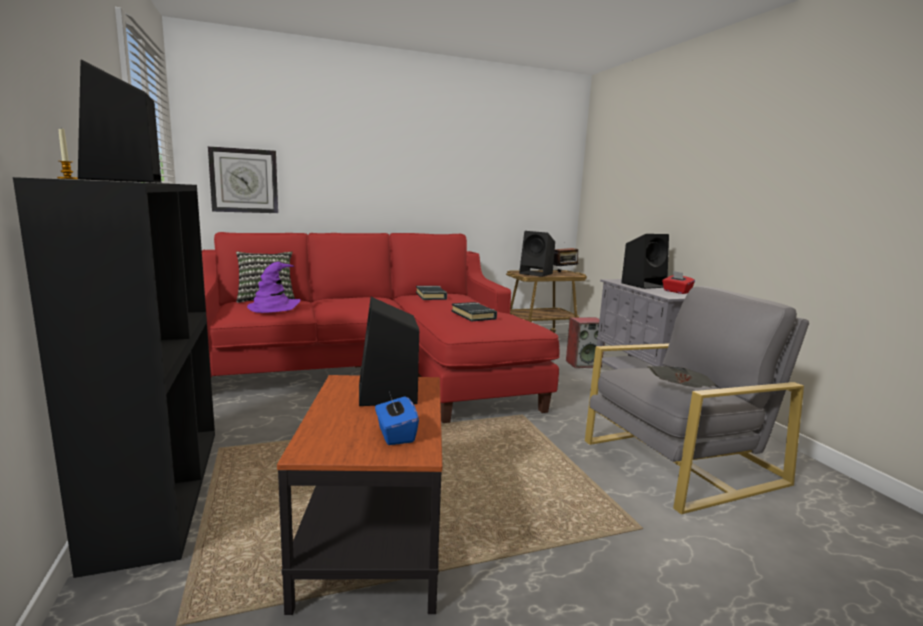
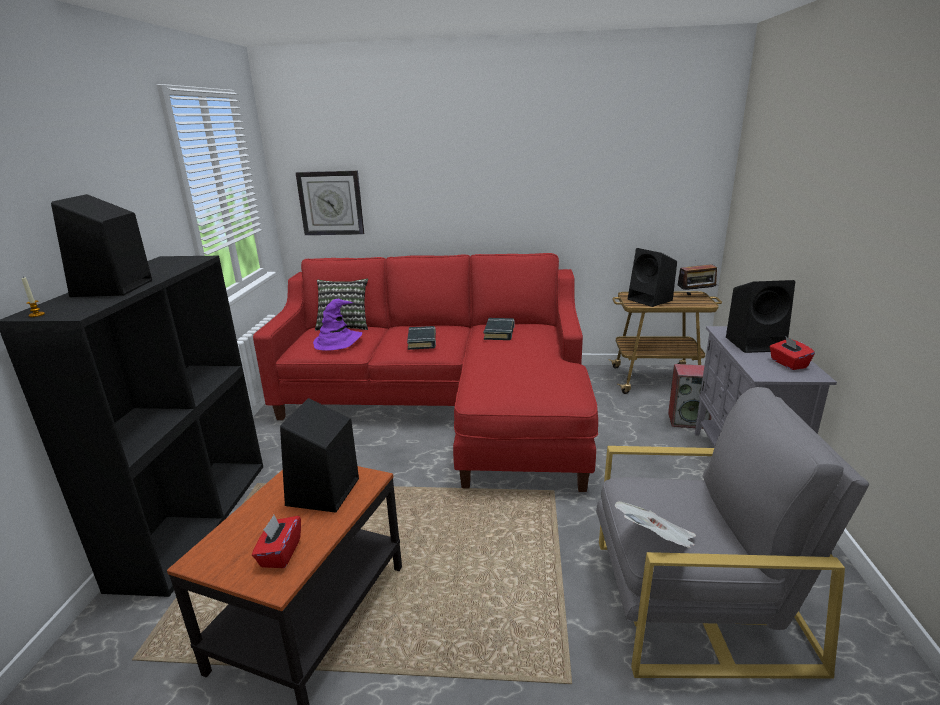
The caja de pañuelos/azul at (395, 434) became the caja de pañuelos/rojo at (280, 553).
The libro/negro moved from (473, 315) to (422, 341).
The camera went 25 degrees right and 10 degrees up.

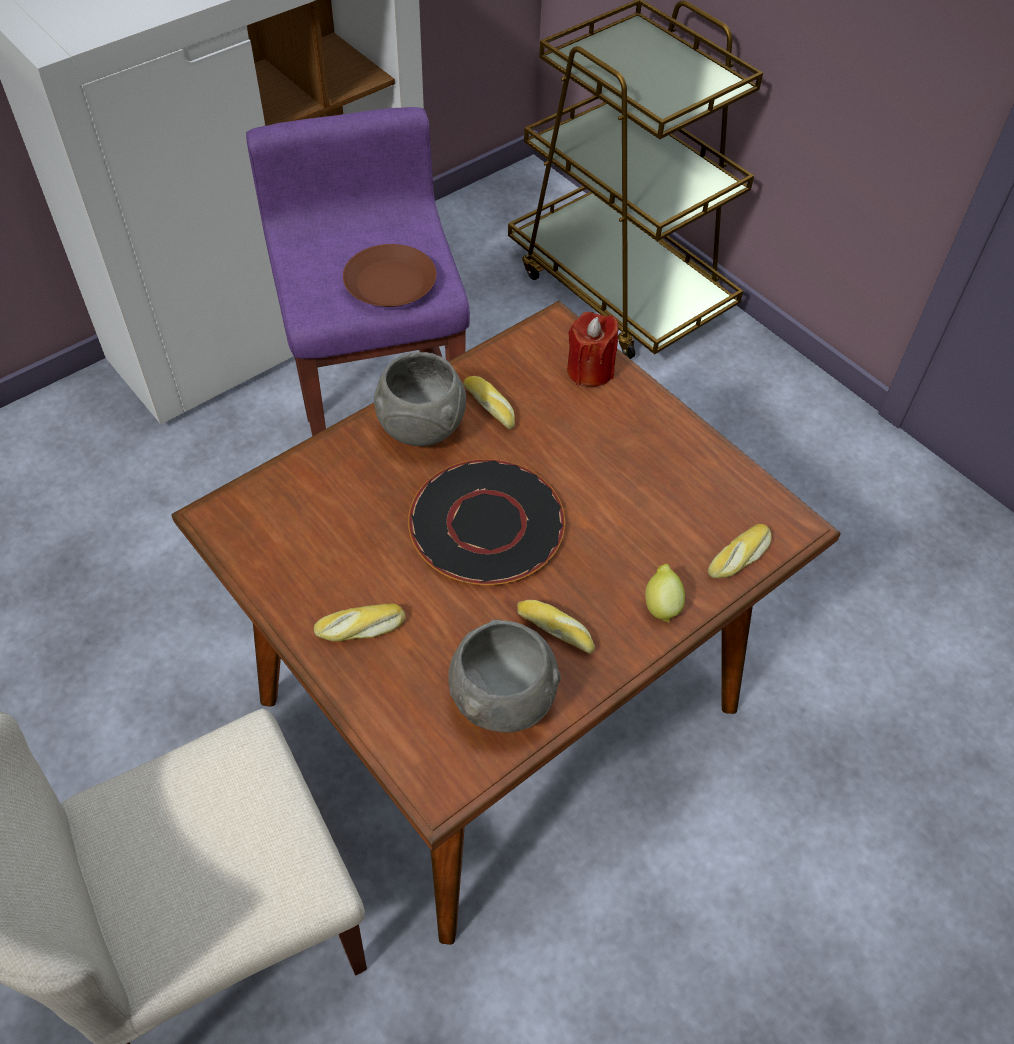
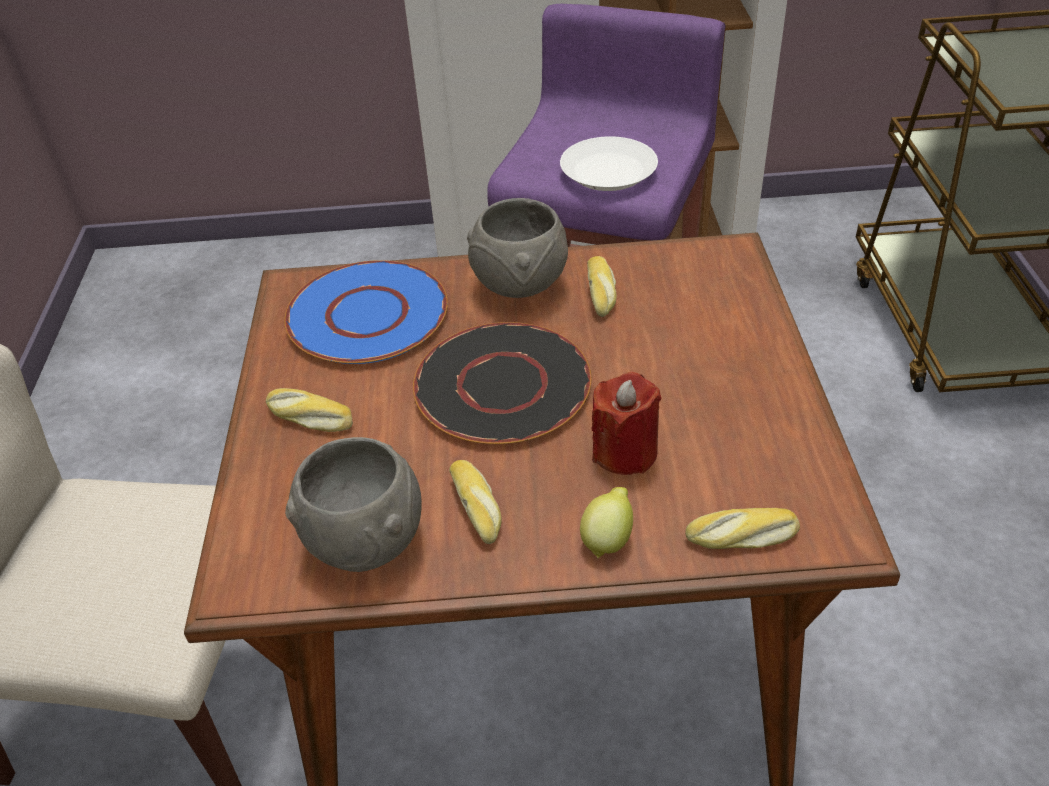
The plato/azul at (368, 314) appeared.
The plato/marrón at (391, 283) became the plato/blanco at (609, 172).
The vela/rojo moved from (590, 370) to (625, 452).
The camera went 40 degrees right and 10 degrees down.

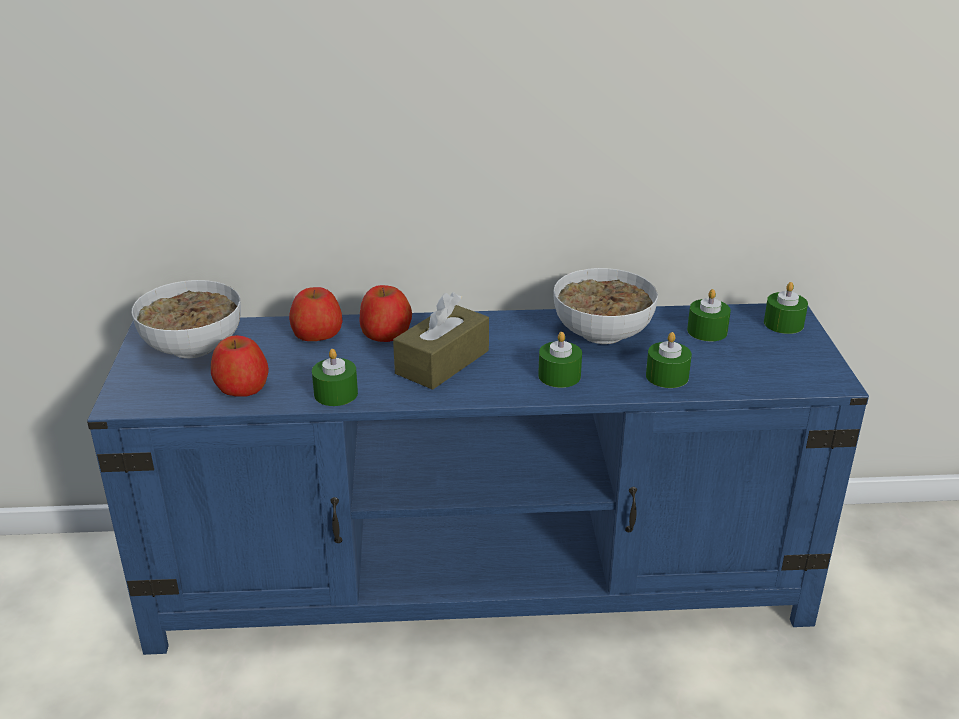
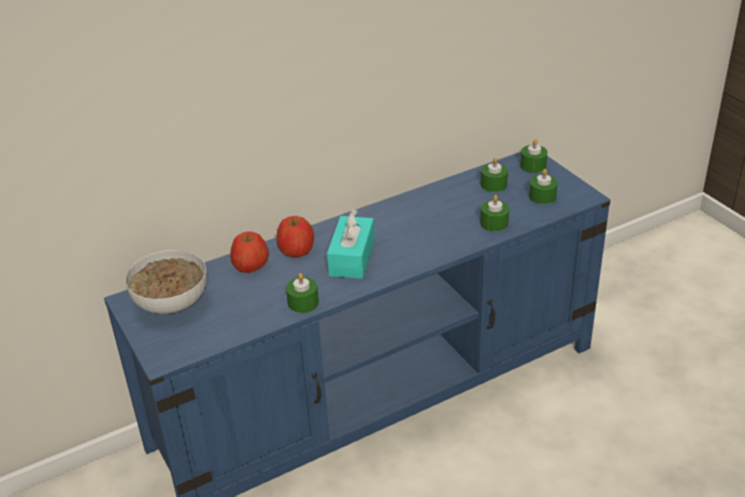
The caja de pañuelos/marrón at (442, 362) became the caja de pañuelos/turquesa at (352, 258).
The vela/verde moved from (559, 376) to (542, 197).
The manzana at (241, 387) disappeared.
The cuenco at (601, 332) disappeared.
The camera went 25 degrees left and 5 degrees up.

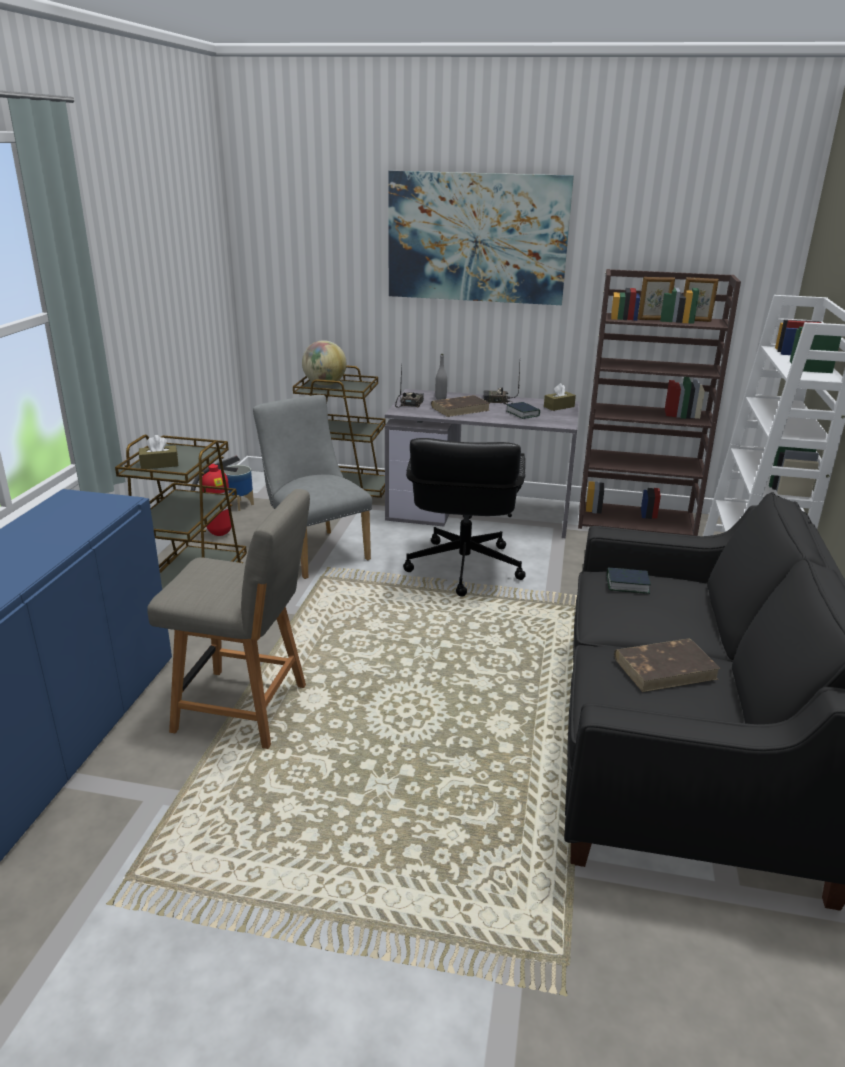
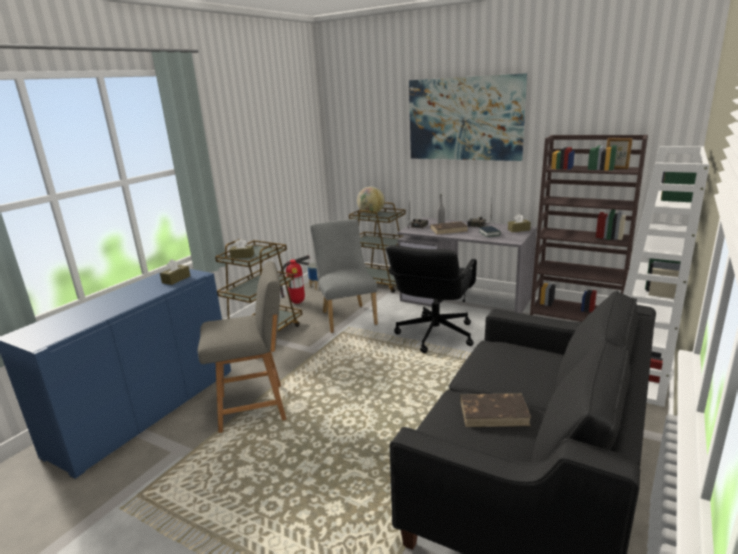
The caja de pañuelos/marrón at (176, 279) appeared.
The silla/gris at (246, 708) turned 45 degrees counterclockwise.
The libro at (627, 584) disappeared.
The portarretratos at (653, 319) disappeared.
The camera went 20 degrees right and 5 degrees down.

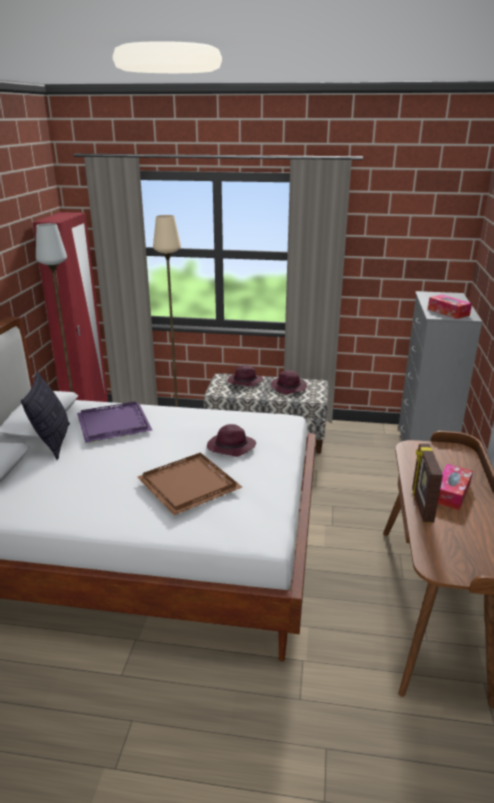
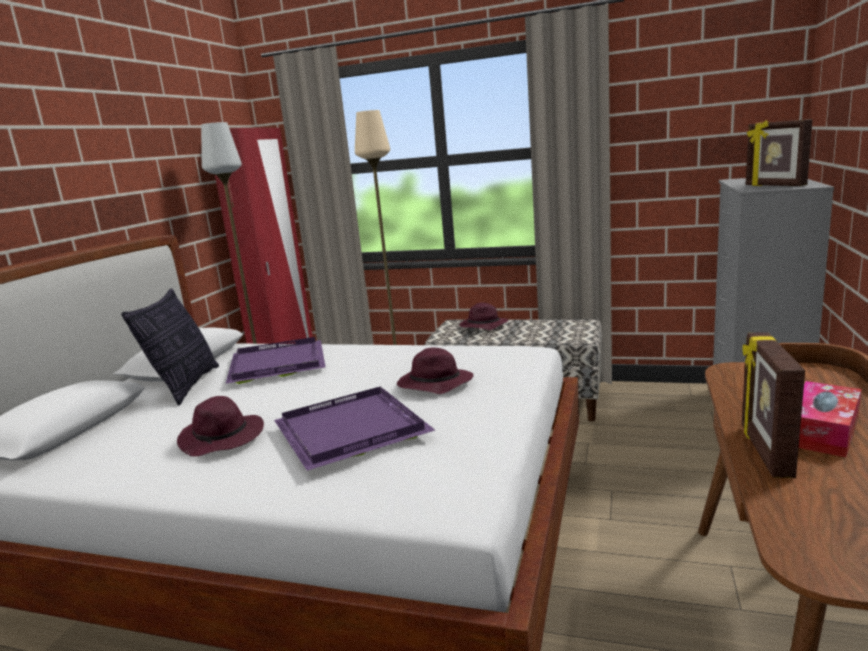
The sombrero/morado moved from (289, 387) to (223, 438).
The bandeja/marrón at (191, 485) became the bandeja/morado at (355, 430).
The caja de pañuelos at (448, 312) was replaced by the portarretratos at (774, 186).
The camera went 10 degrees right and 10 degrees down.

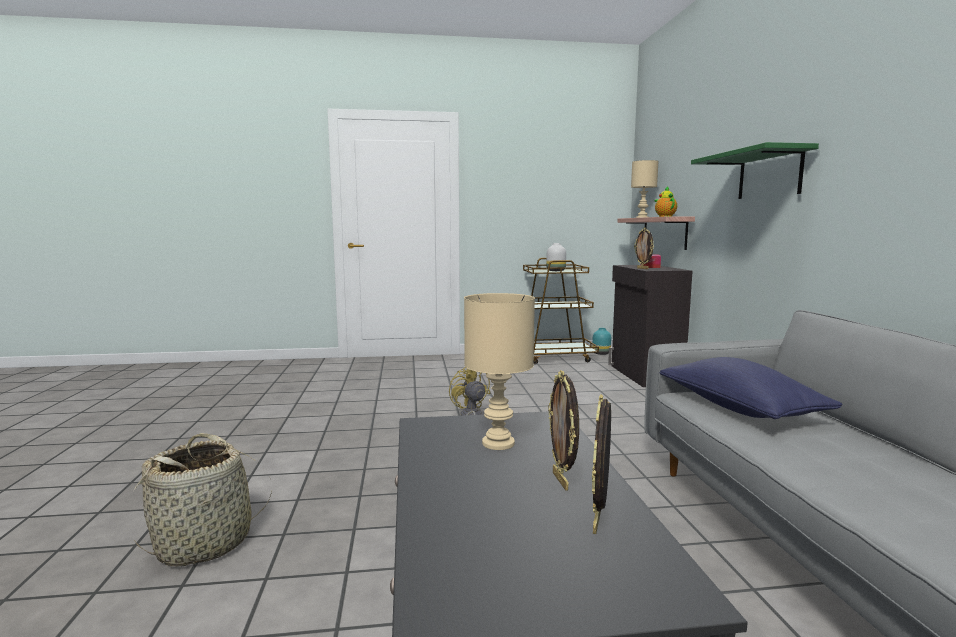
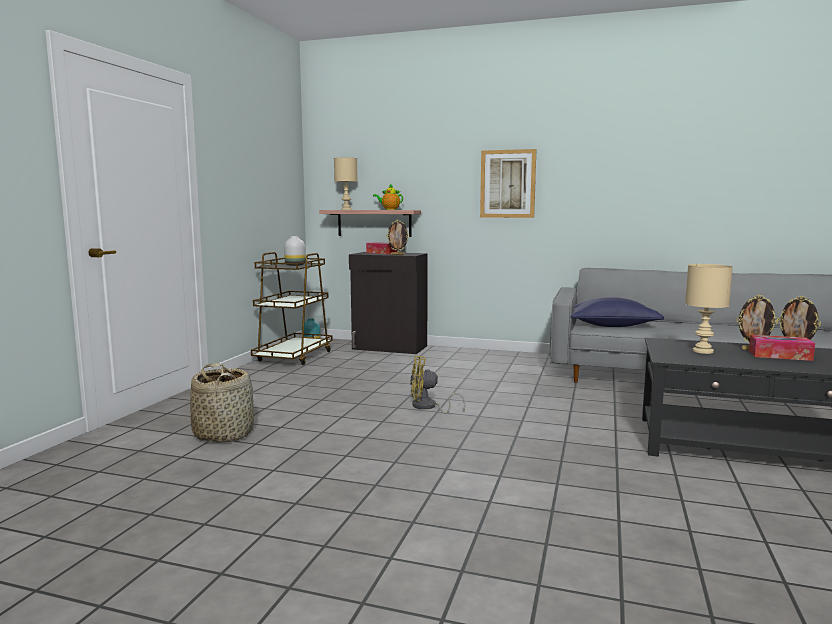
The cesta moved from (205, 542) to (224, 434).
The estante/verde at (769, 174) was replaced by the cuadro at (507, 184).
The caja de pañuelos at (779, 355) appeared.
The camera went 65 degrees left and 0 degrees up.

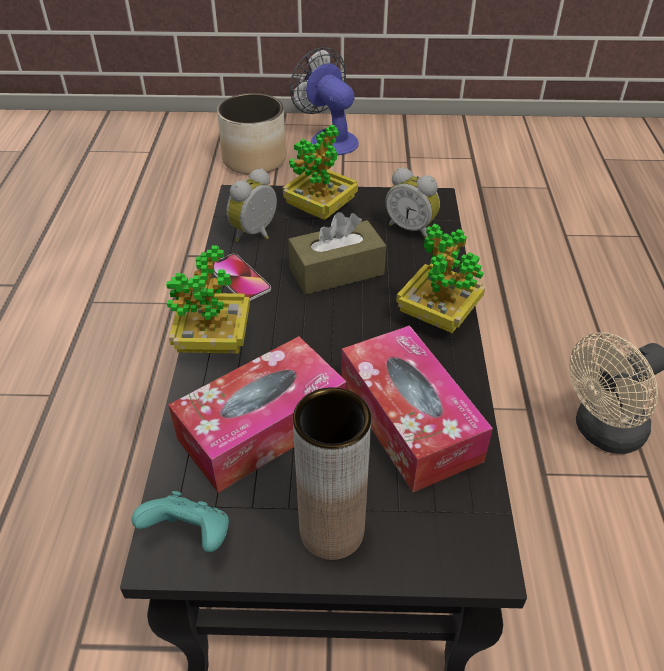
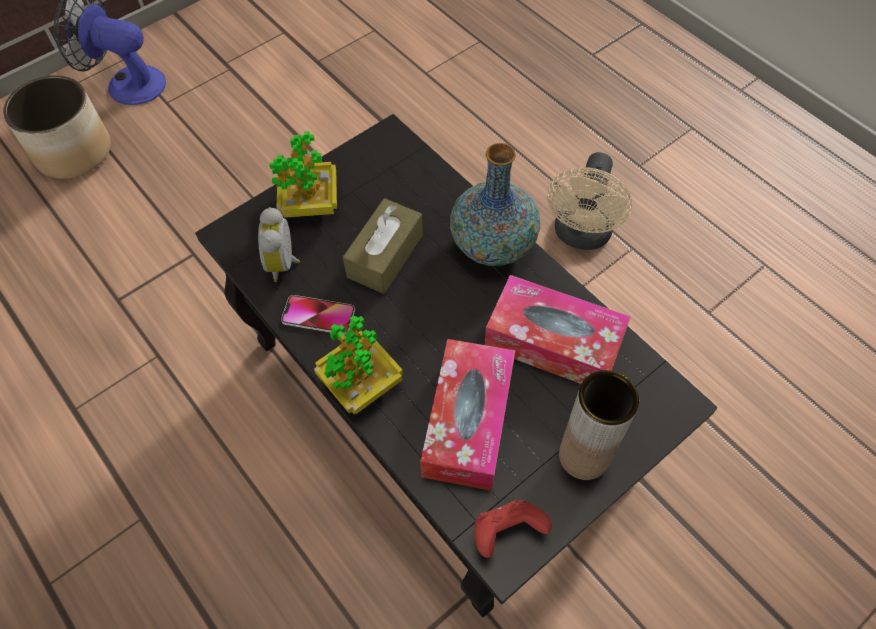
The planta en maceta at (437, 316) was replaced by the florero at (493, 245).
The mando de consola/turquesa at (190, 535) became the mando de consola/rojo at (506, 532).
The despertador at (411, 228) disappeared.
The camera went 40 degrees left and 15 degrees up.

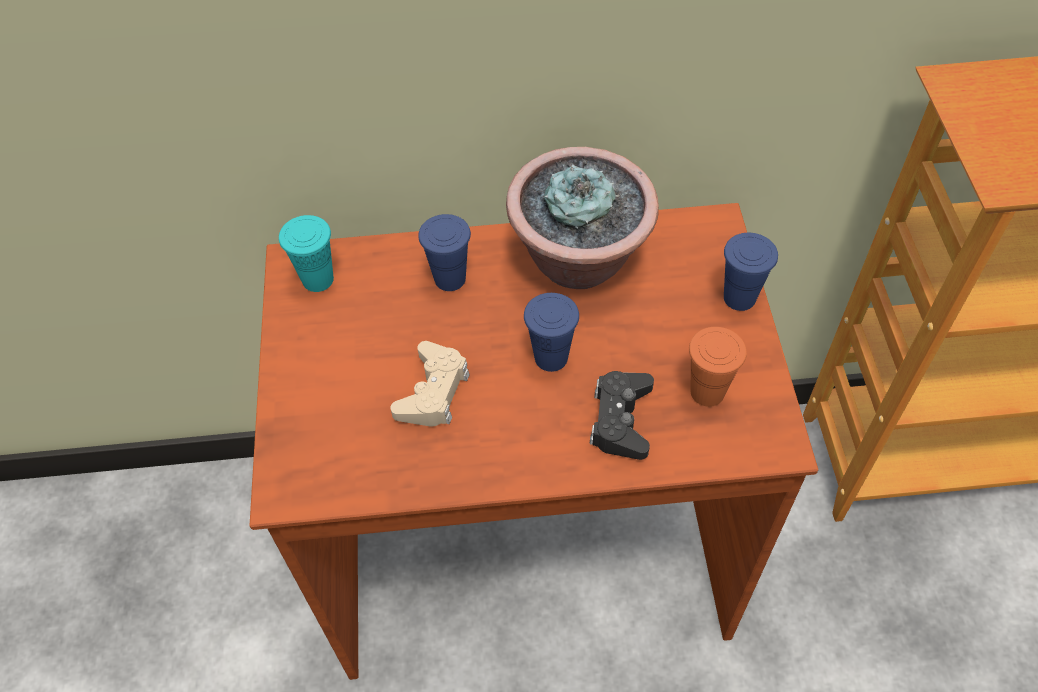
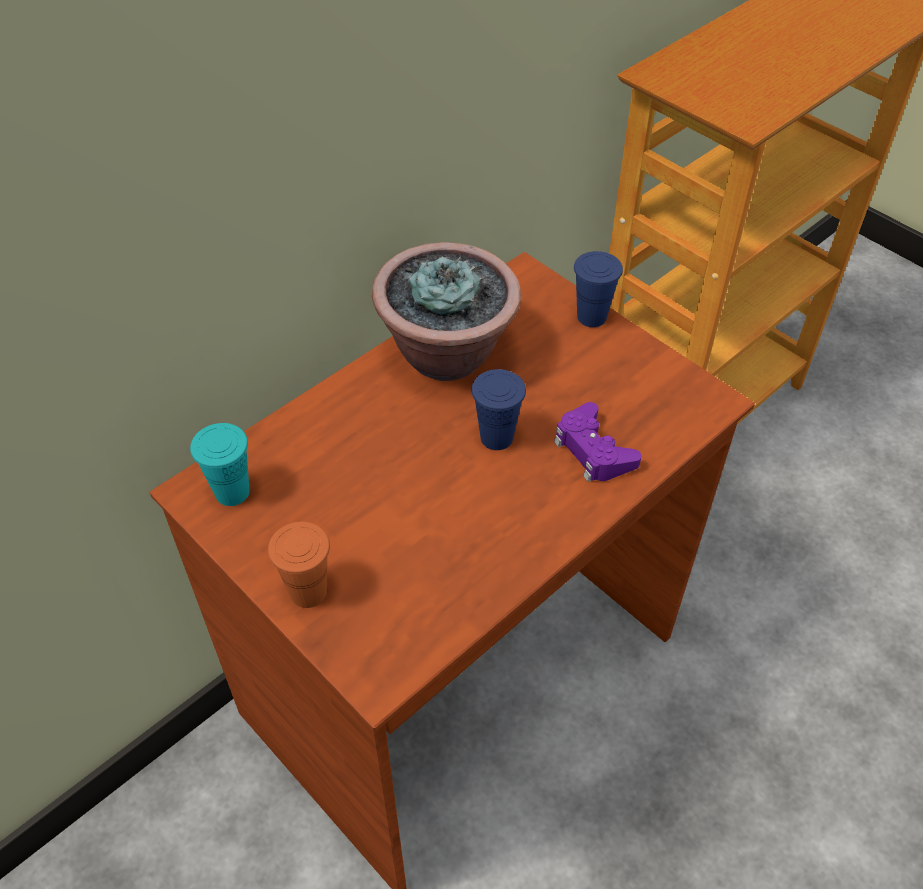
The taza/naranja moved from (707, 392) to (308, 592).
The mando de consola/negro at (621, 420) became the mando de consola/morado at (593, 450).
The mando de consola/beis at (433, 391) disappeared.
The taza/azul at (450, 279) disappeared.
The camera went 40 degrees left and 5 degrees down.

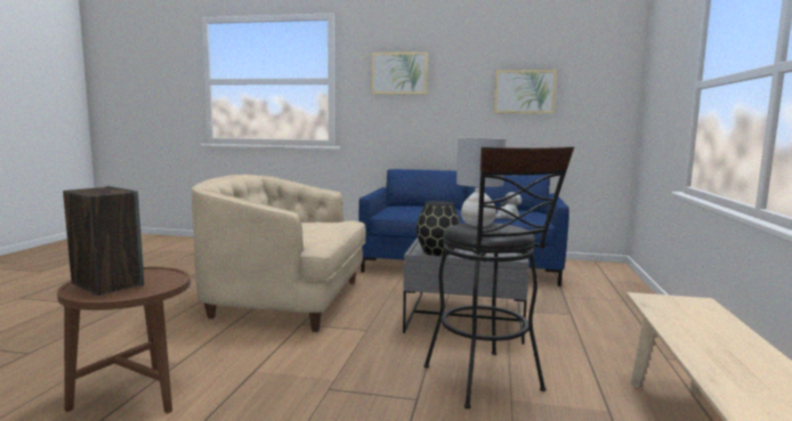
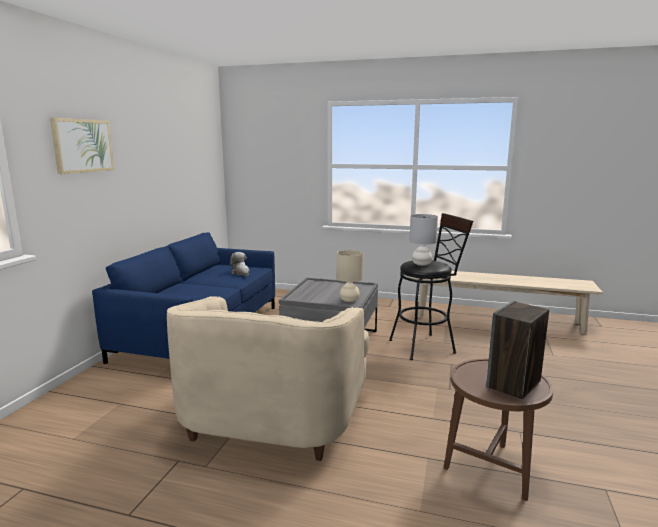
The florero/negro at (437, 253) was replaced by the lámpara de mesa/beis at (349, 300).
The cuadro at (524, 92) disappeared.
The camera went 85 degrees left and 5 degrees up.

